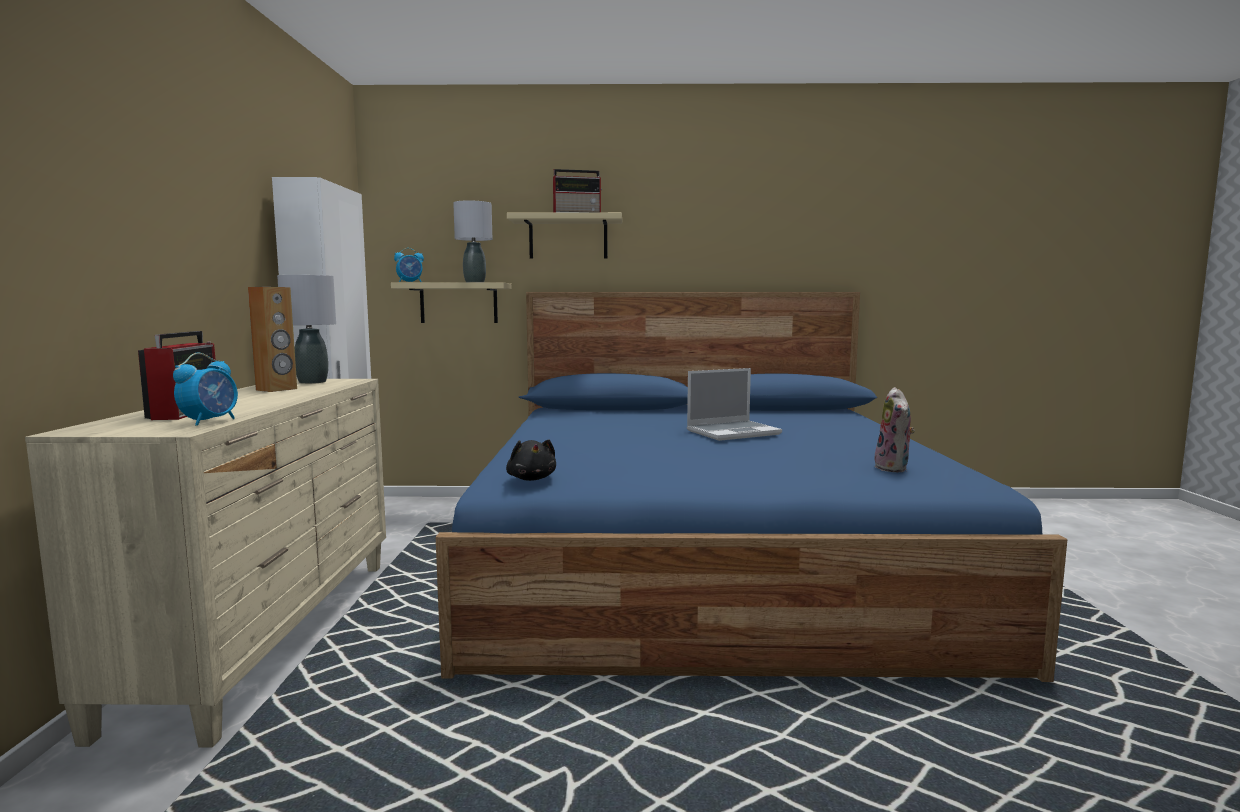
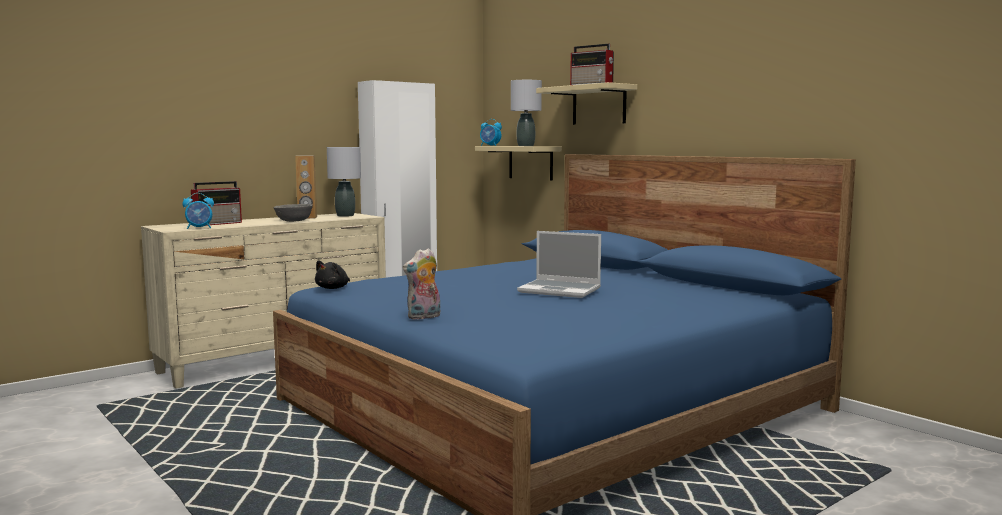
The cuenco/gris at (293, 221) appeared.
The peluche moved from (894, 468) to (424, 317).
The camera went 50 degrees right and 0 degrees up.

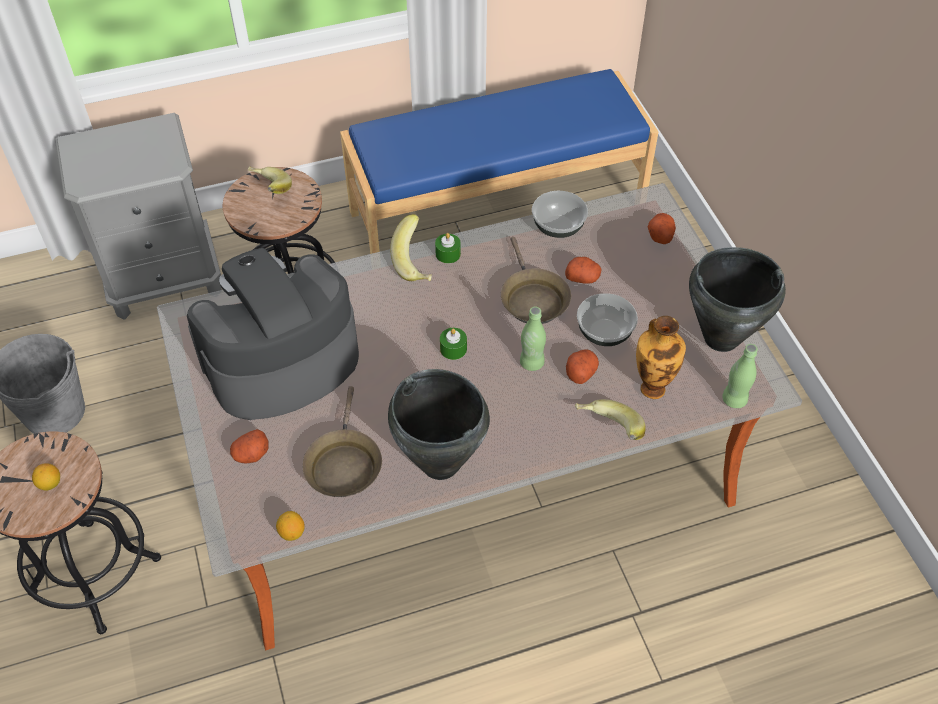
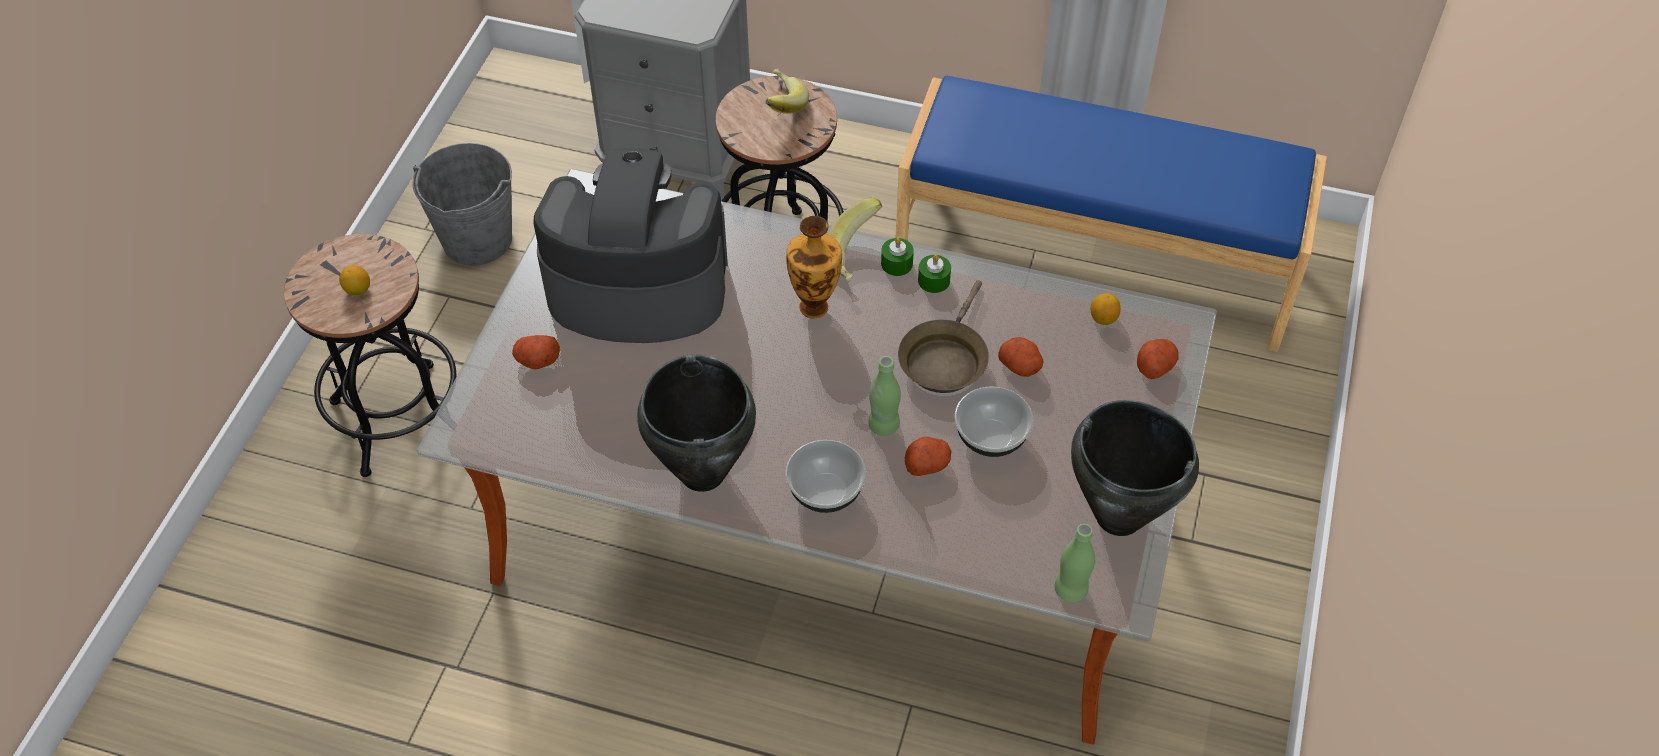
The cuenco moved from (557, 226) to (825, 491).
The florero moved from (652, 387) to (814, 305).
The vela/verde moved from (453, 349) to (933, 280).
The limón moved from (292, 532) to (1103, 318).
The sartén/marrón at (343, 464) disappeared.
The plátano at (607, 430) disappeared.
The camera went 35 degrees right and 0 degrees up.

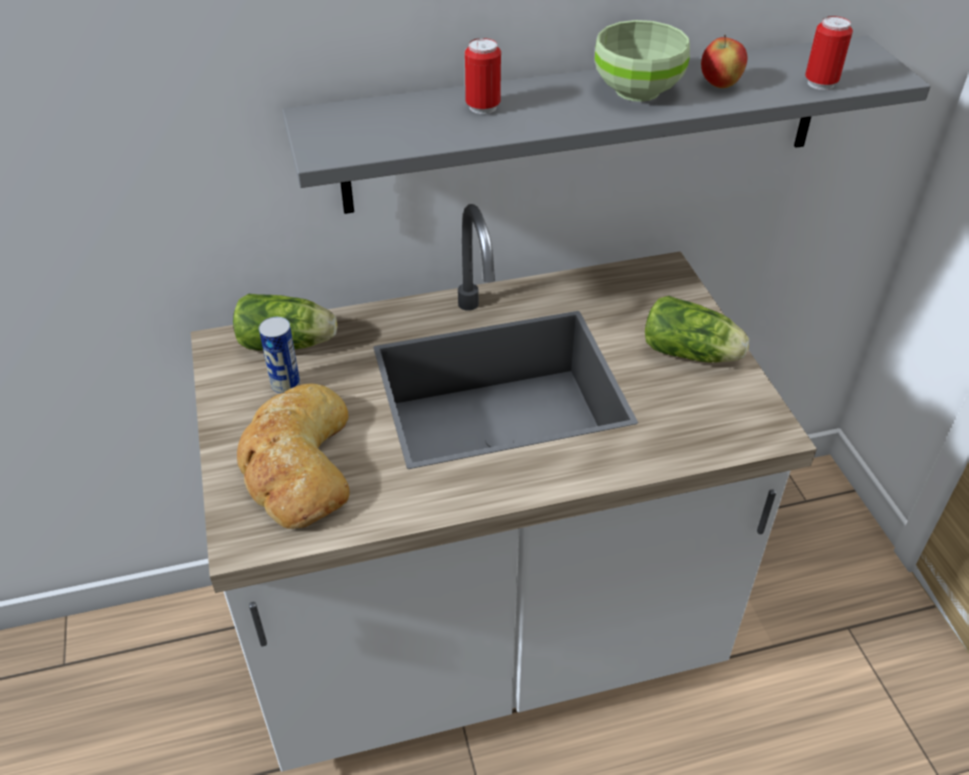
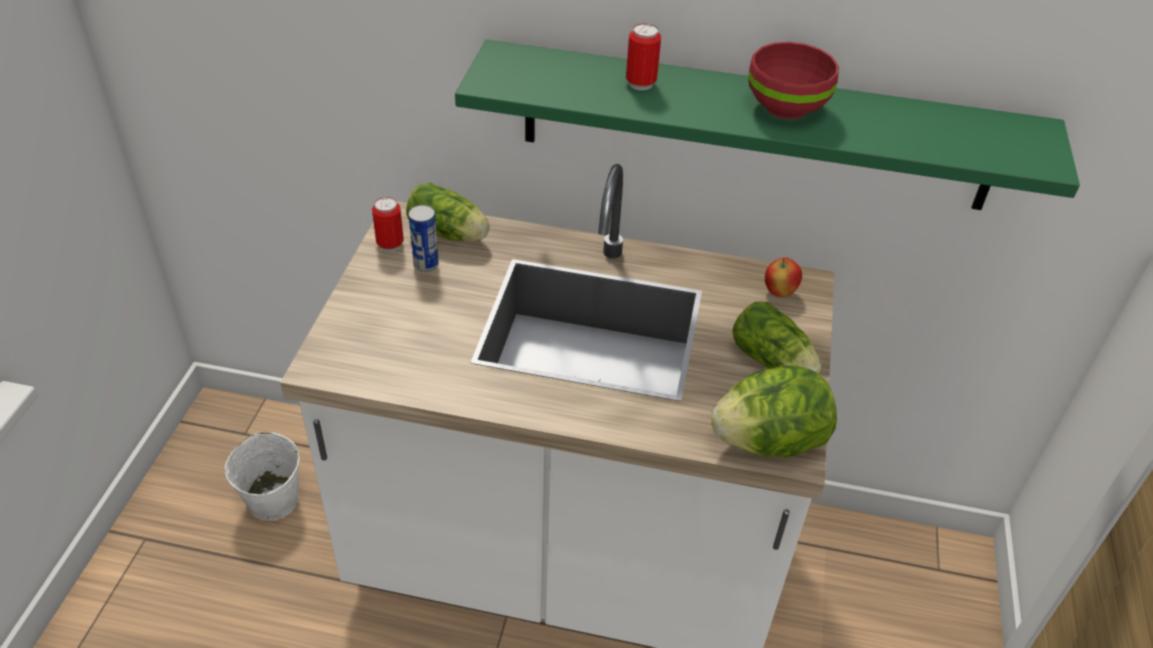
The cubo/blanco at (273, 499) appeared.
The lata moved from (820, 83) to (390, 244).
The estante/gris at (587, 125) became the estante/verde at (755, 126).
The lechuga at (769, 441) appeared.
The cuenco/verde at (639, 91) became the cuenco/rojo at (787, 108).
The manzana moved from (720, 85) to (779, 292).
The pan at (297, 464) disappeared.
The camera went 25 degrees right and 0 degrees up.

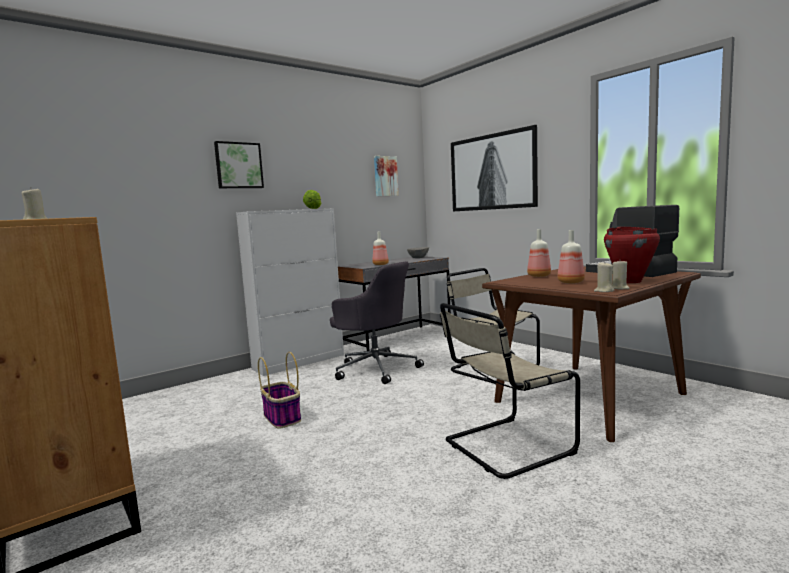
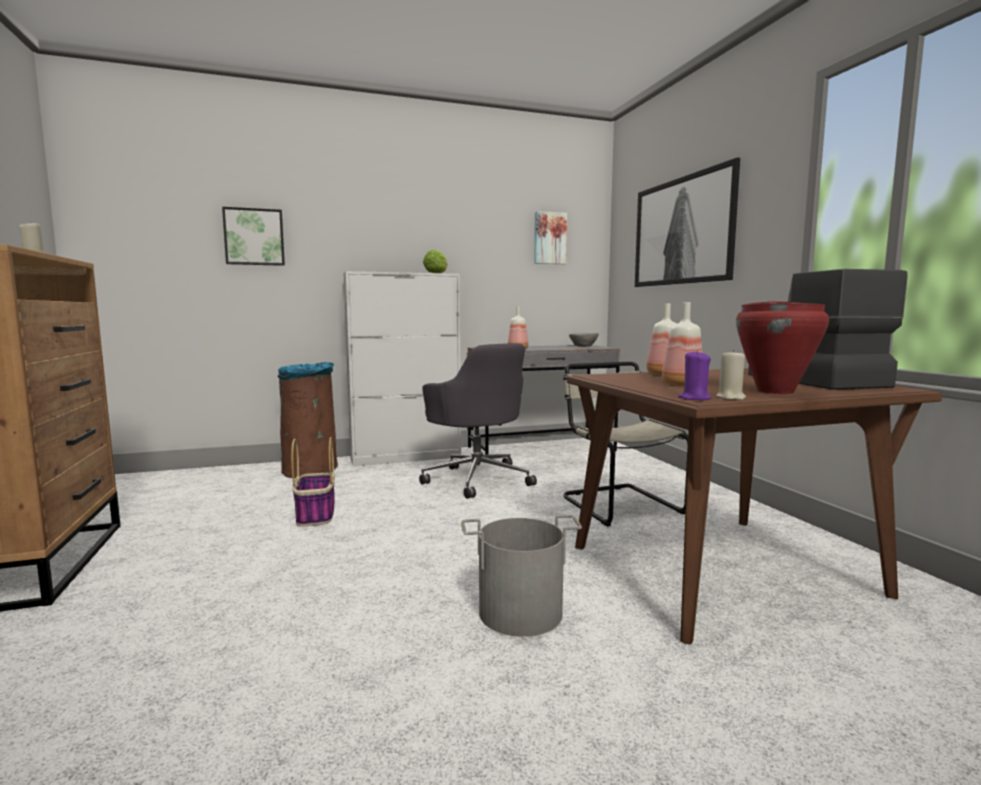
The cuadro moved from (238, 165) to (254, 237).
The papelera/marrón at (310, 470) appeared.
The silla/beis at (504, 447) was replaced by the cubo/gris at (520, 611).
The vela/beis at (604, 291) became the vela/morado at (694, 398).
The camera went 20 degrees right and 0 degrees up.

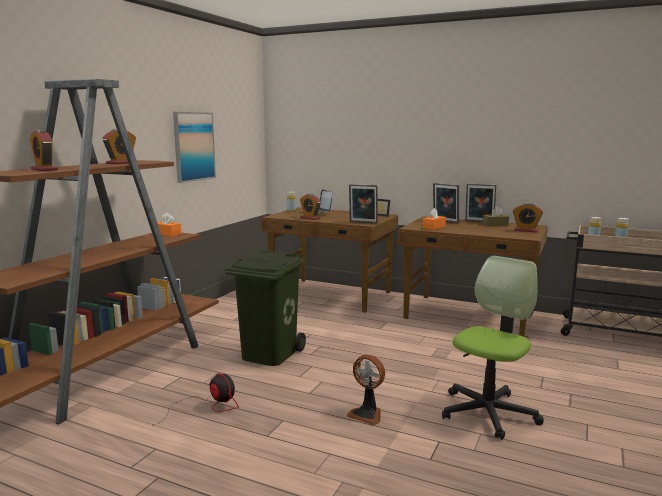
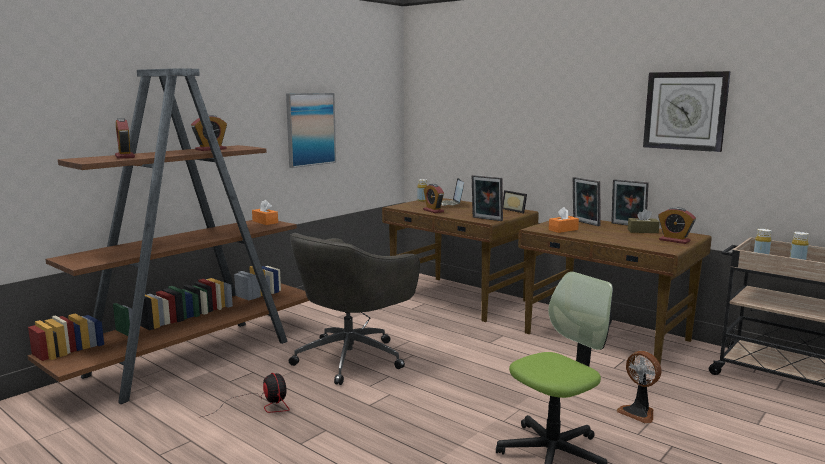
The papelera/verde at (268, 354) was replaced by the silla de oficina/gris at (352, 357).
The ventilador moved from (367, 414) to (638, 412).
The reloj de pared at (685, 111) appeared.
The camera went 15 degrees right and 0 degrees up.

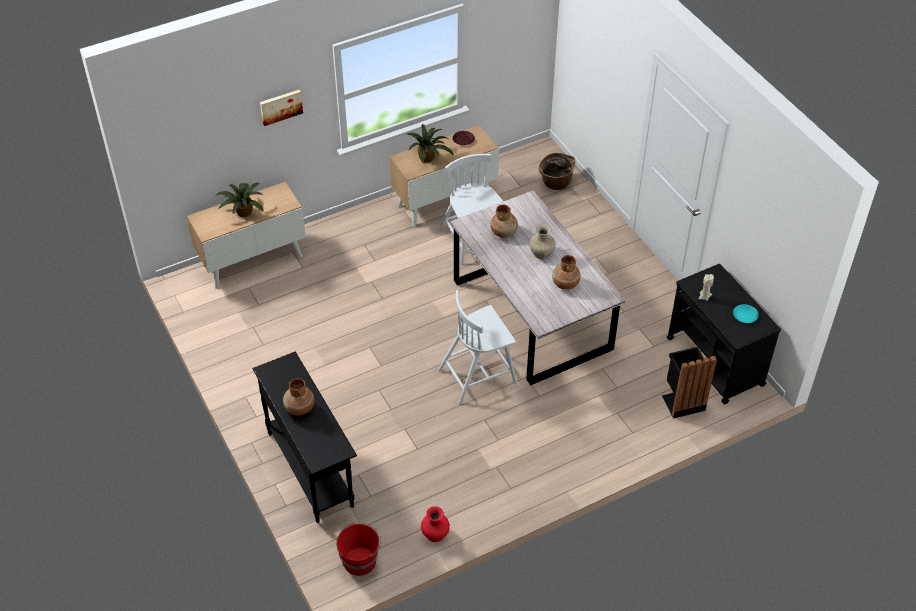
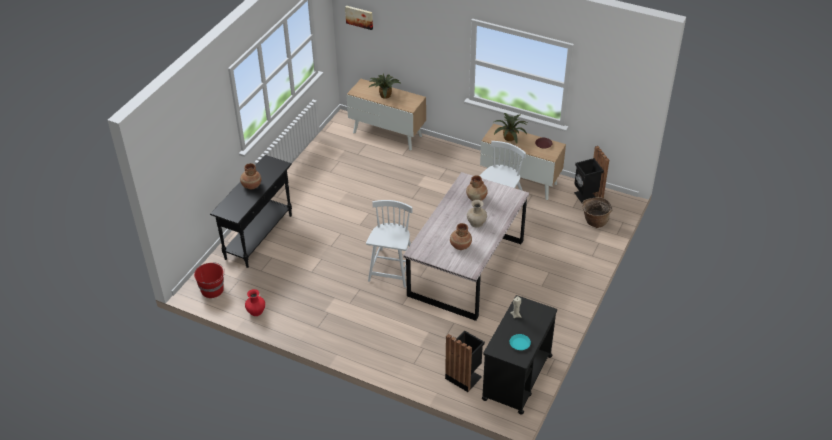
The cuadro moved from (281, 106) to (359, 17).
The silla/blanco at (478, 375) turned 75 degrees clockwise.
The papelera/negro at (587, 197) appeared.
The camera went 55 degrees right and 5 degrees down.

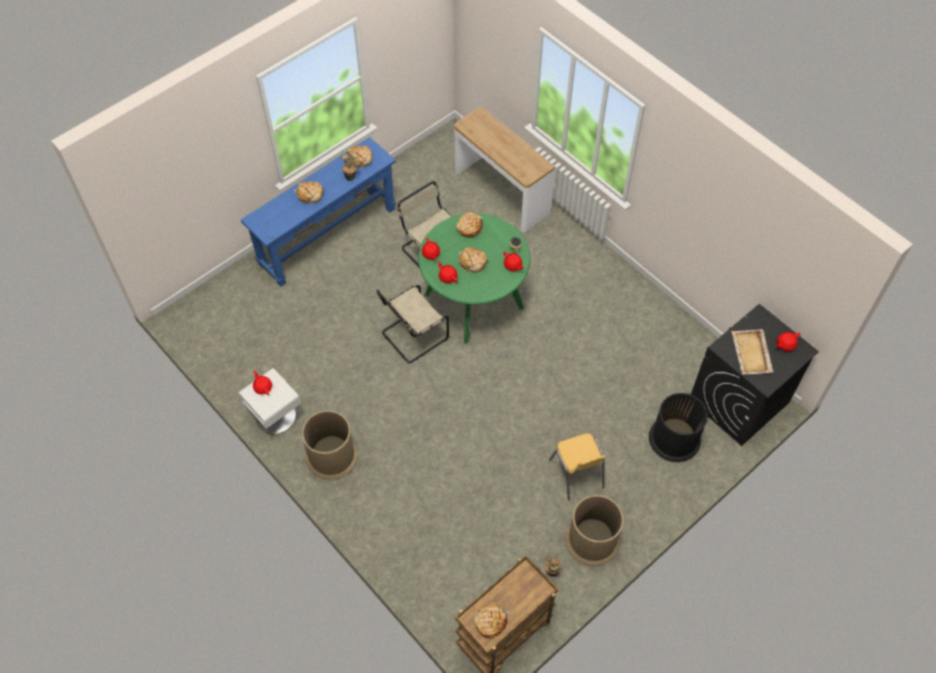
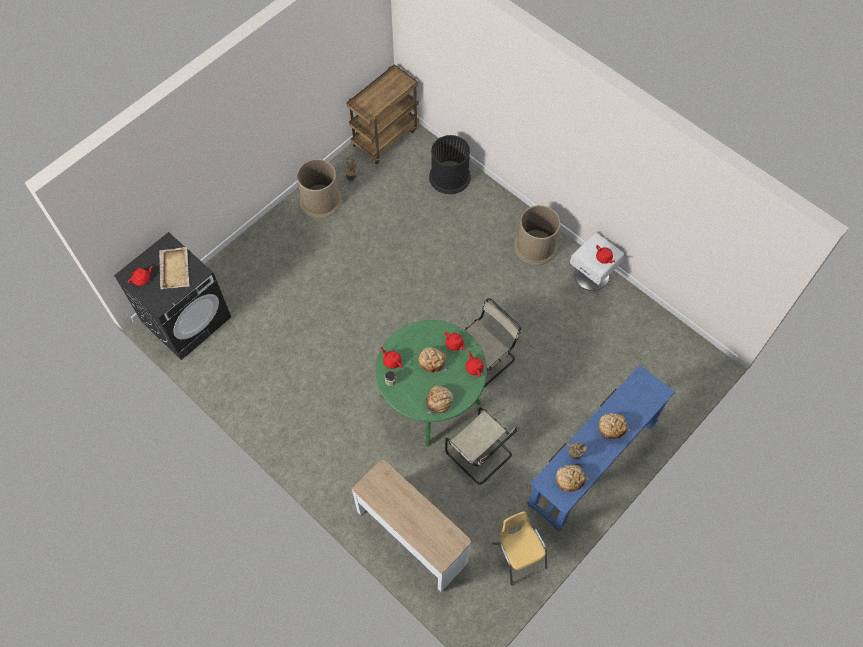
The papelera/negro moved from (674, 438) to (450, 177).
The silla/amarillo moved from (577, 474) to (518, 555).
The pan at (490, 621) disappeared.
The camera went 175 degrees right and 5 degrees up.

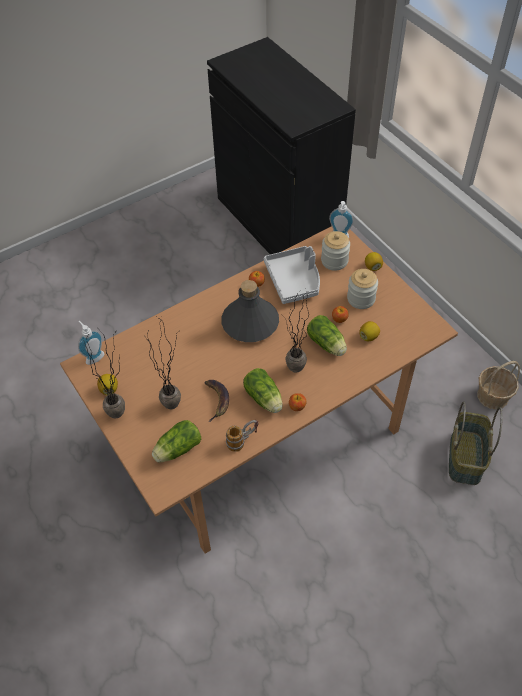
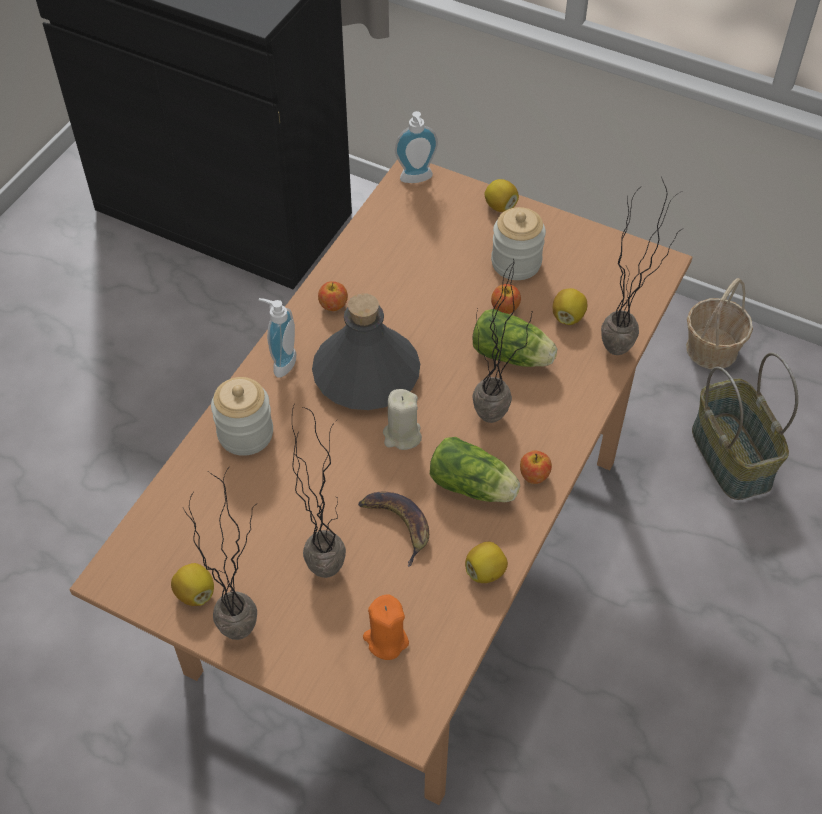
The tarro moved from (334, 261) to (245, 433).
The dispensador de jabón moved from (93, 356) to (281, 362).
The lechuga at (176, 449) was replaced by the vela/naranja at (386, 640).
The vela/beis at (402, 435) appeared.
The taza grande at (242, 440) was replaced by the limón at (485, 571).
The planta en maceta at (627, 347) appeared.
The bandeja/gris at (294, 280) disappeared.
The camera went 30 degrees left and 0 degrees up.

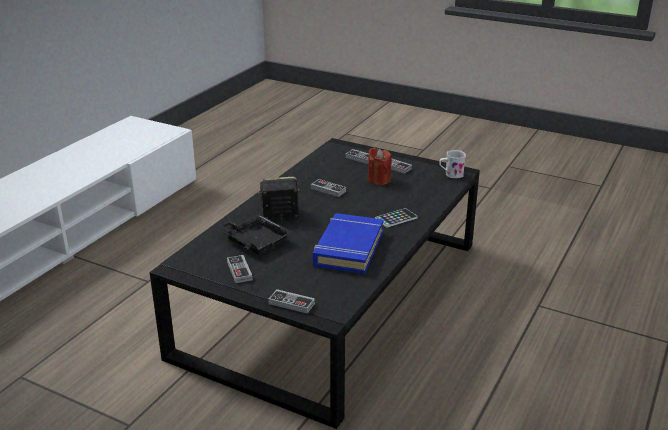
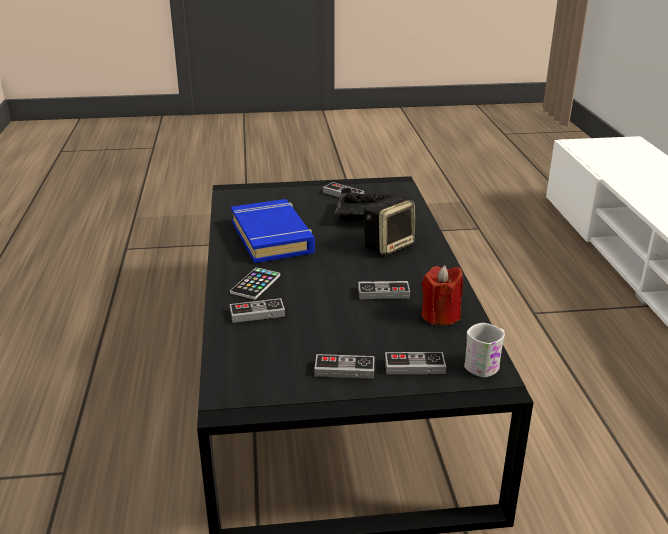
The mando de consola moved from (291, 303) to (257, 313).
The vela/rojo moved from (379, 180) to (440, 316).
The taza grande/blanco moved from (451, 174) to (485, 364).
The camera went 145 degrees right and 0 degrees up.

